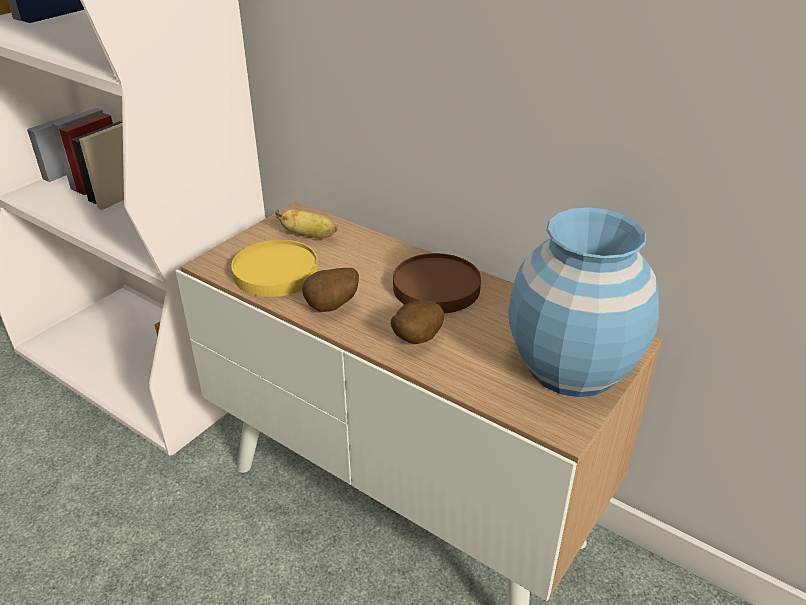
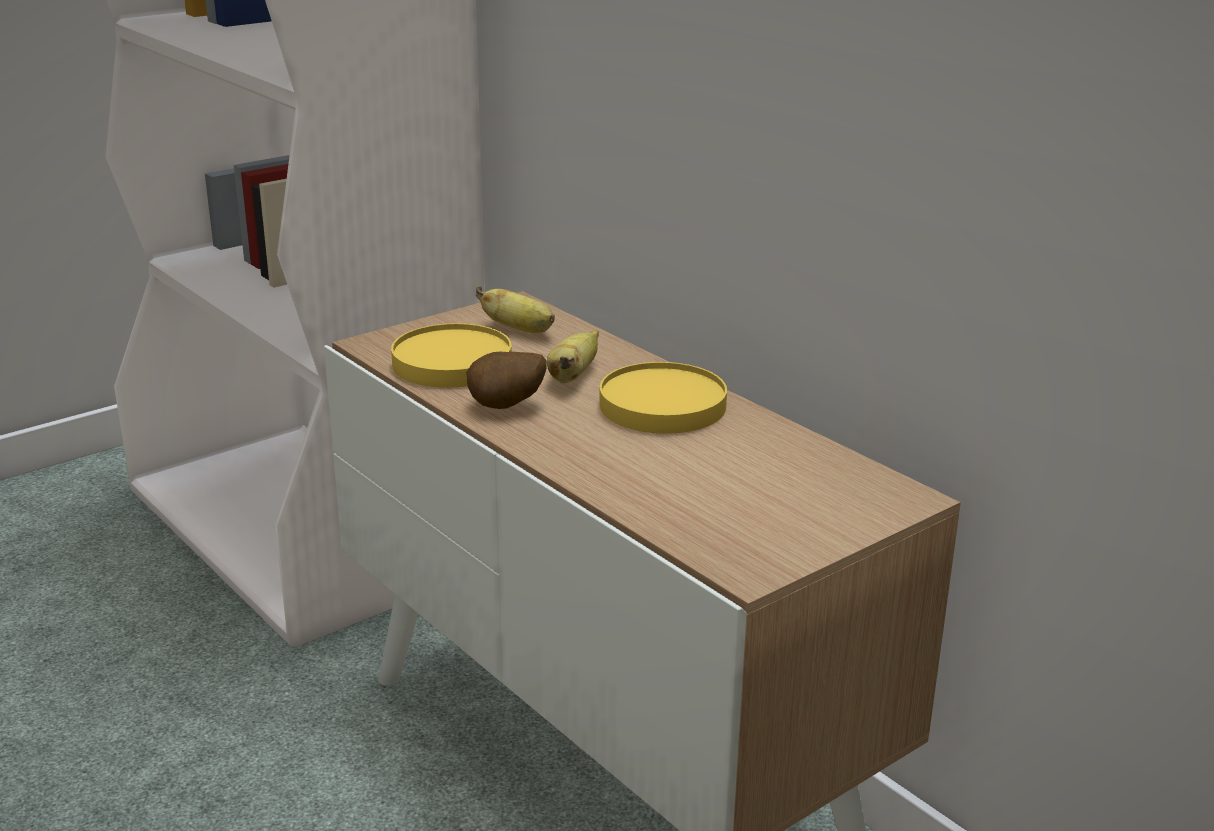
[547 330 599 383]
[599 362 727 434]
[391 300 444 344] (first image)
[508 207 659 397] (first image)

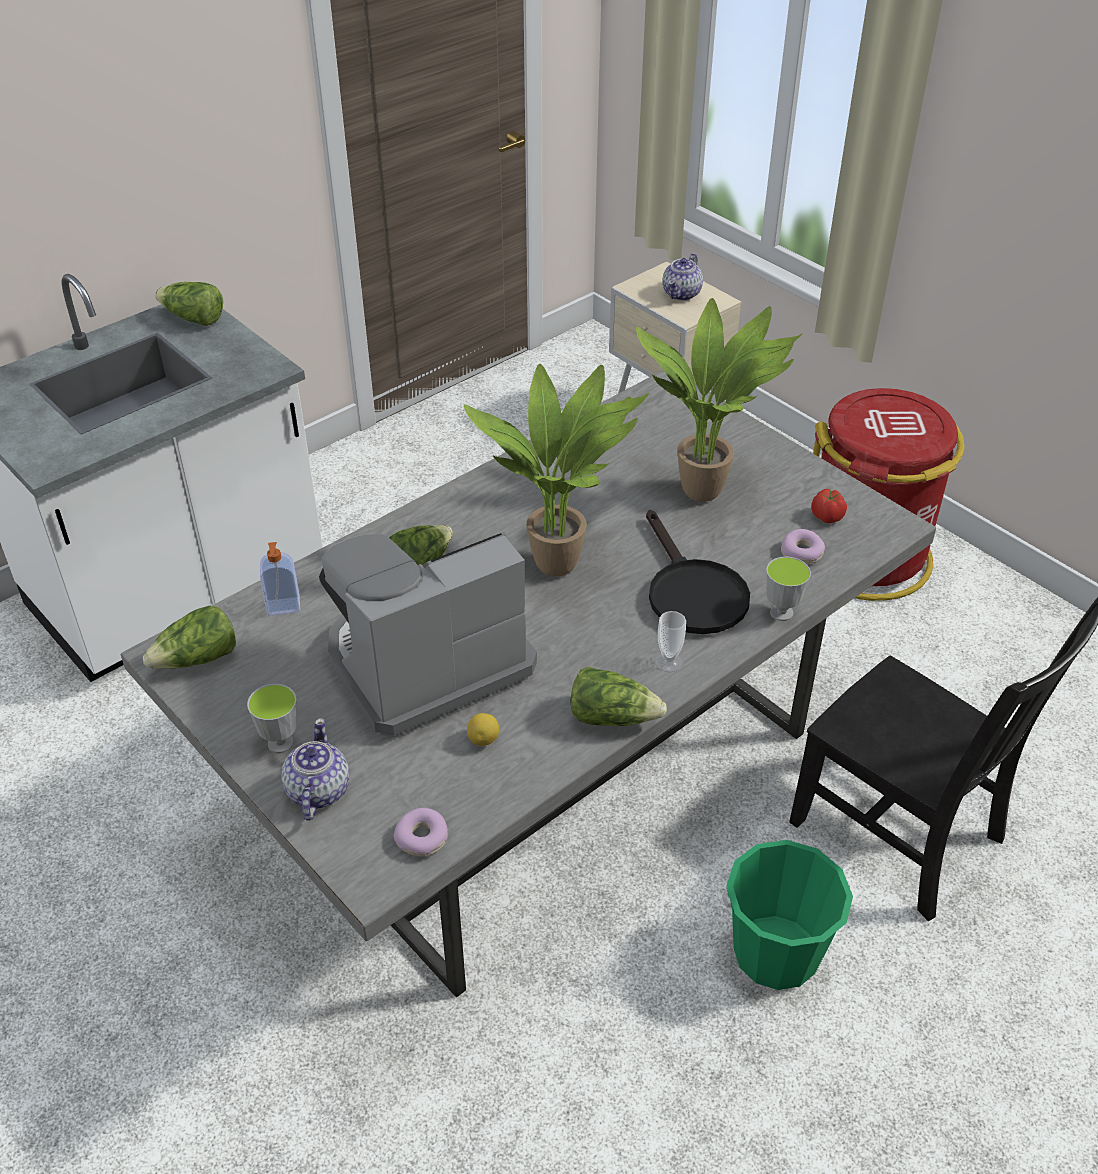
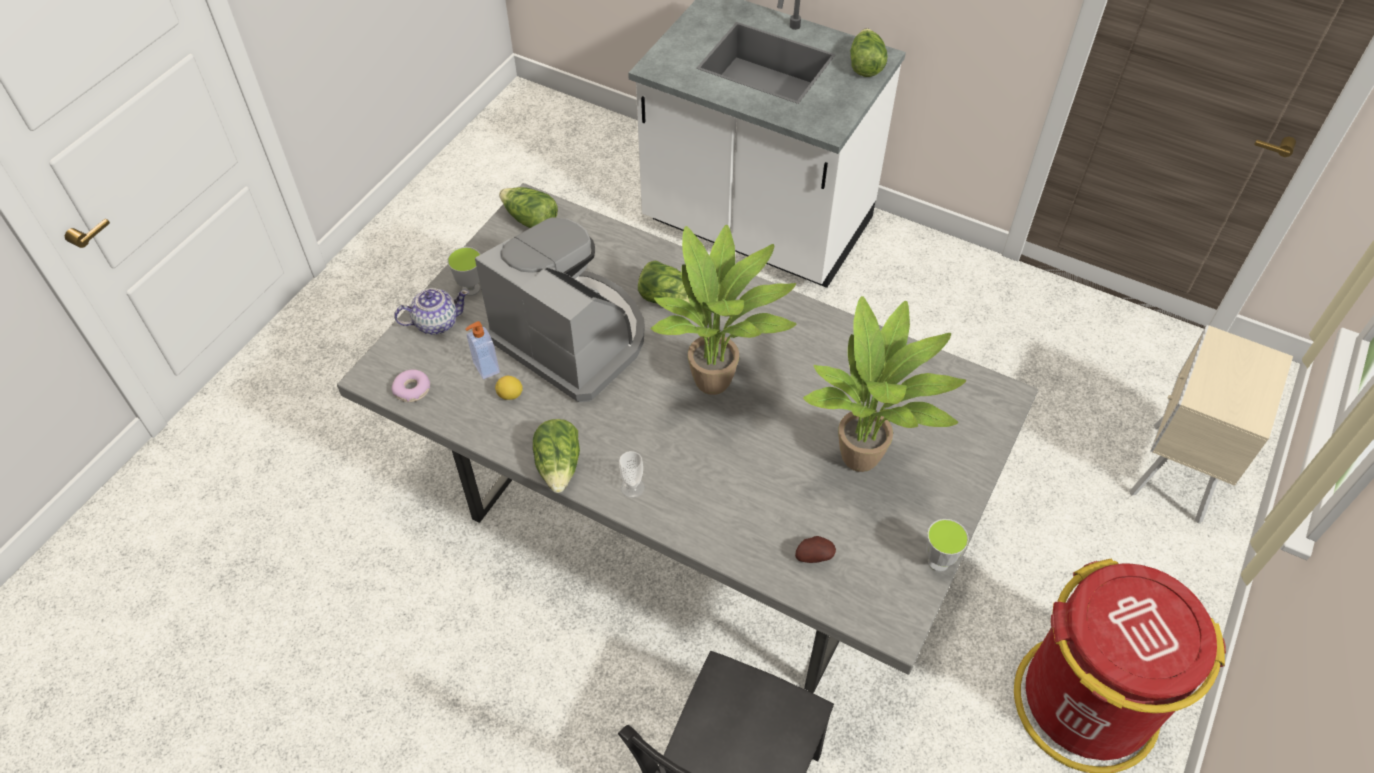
[466 321 500 380]
[795 536 836 563]
[926 519 969 572]
[646 510 750 634] (first image)
[662 253 703 301] (first image)
[722 840 853 990] (first image)
[811 489 847 523] (first image)

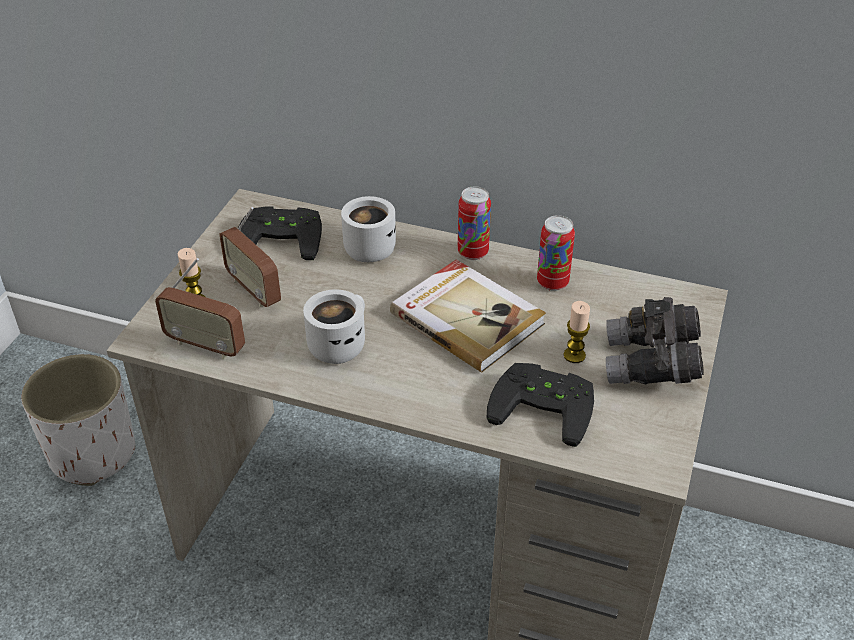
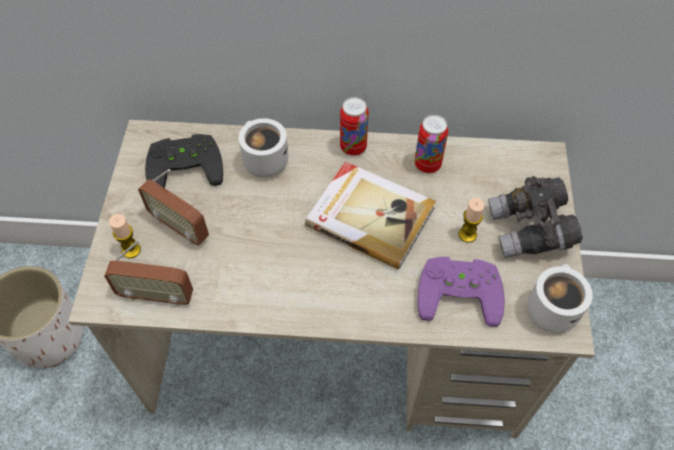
[418 257 504 327]
[528 264 593 333]

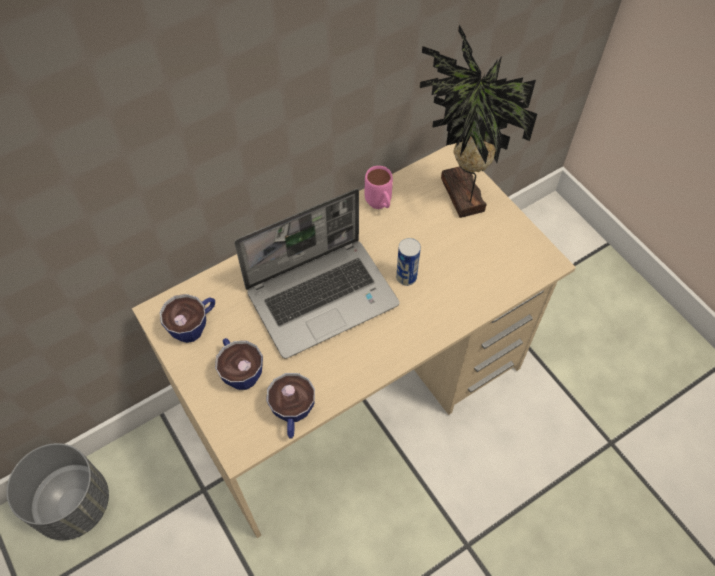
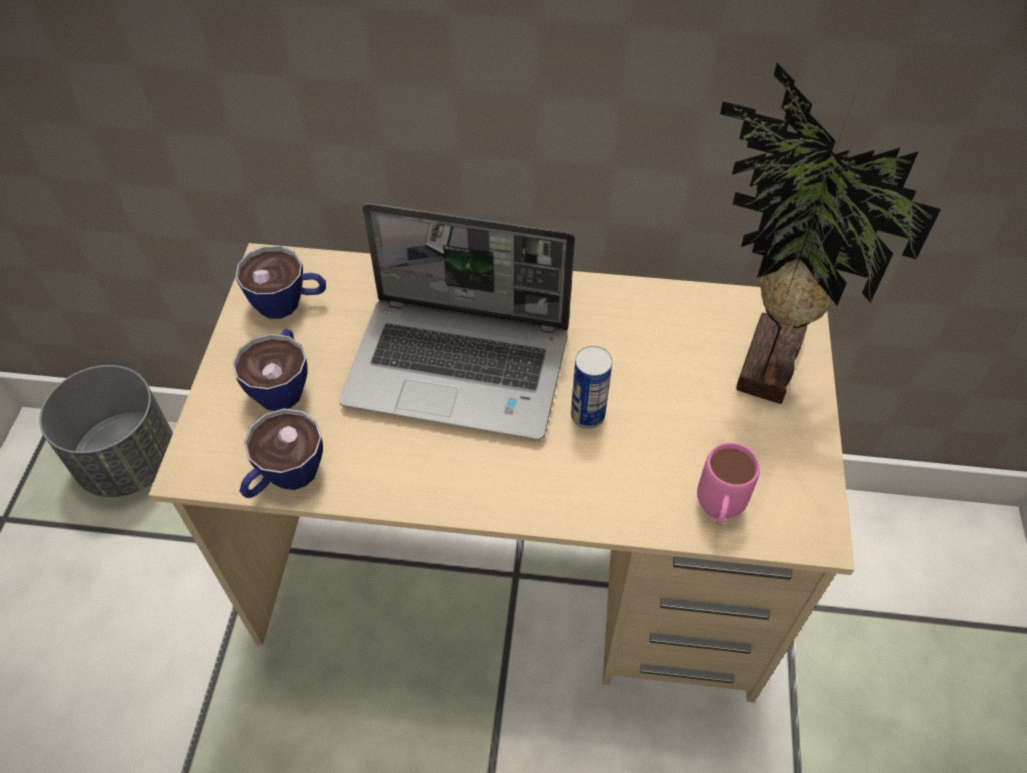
[697 443 760 526]

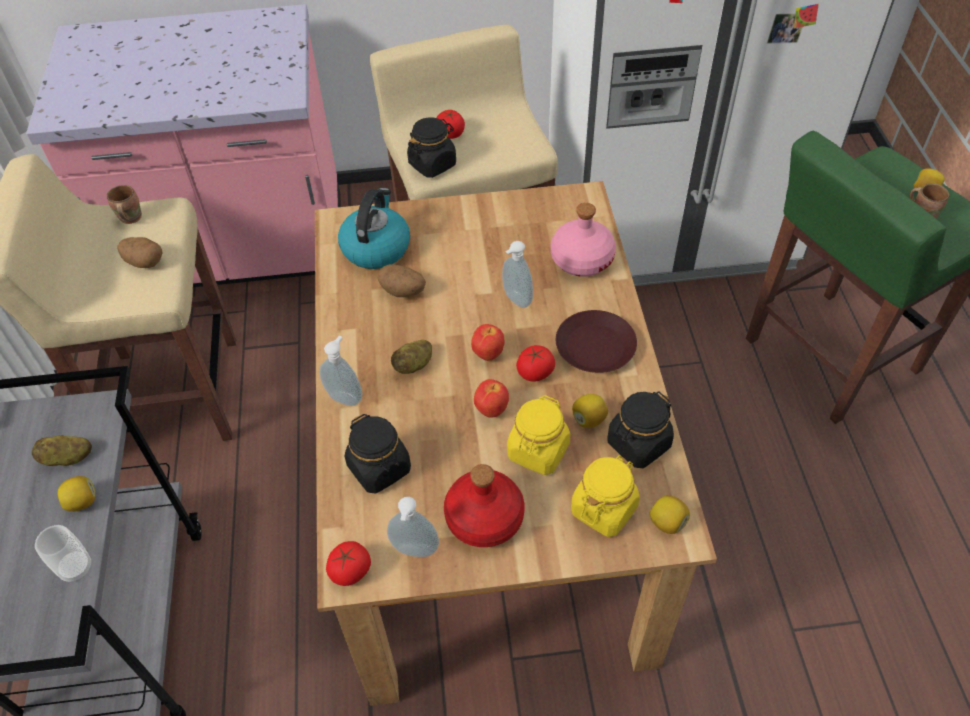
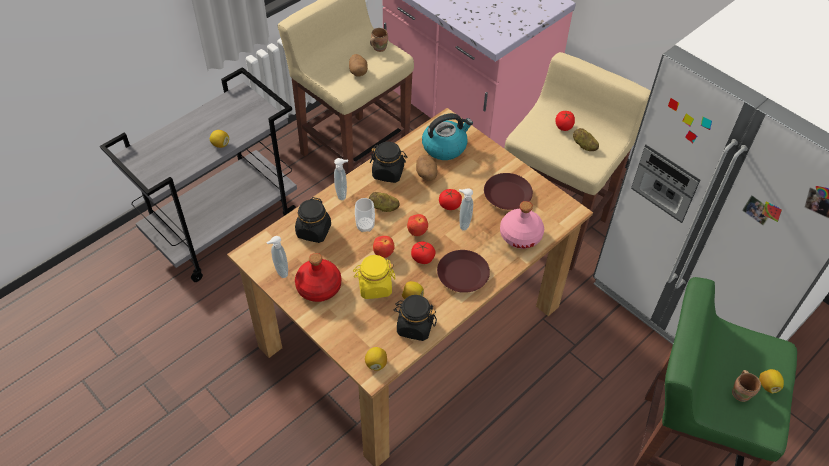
[355 198 375 232]
[370 142 407 183]
[439 189 462 210]
[484 173 533 210]
[573 128 599 151]
[571 455 640 537] (first image)

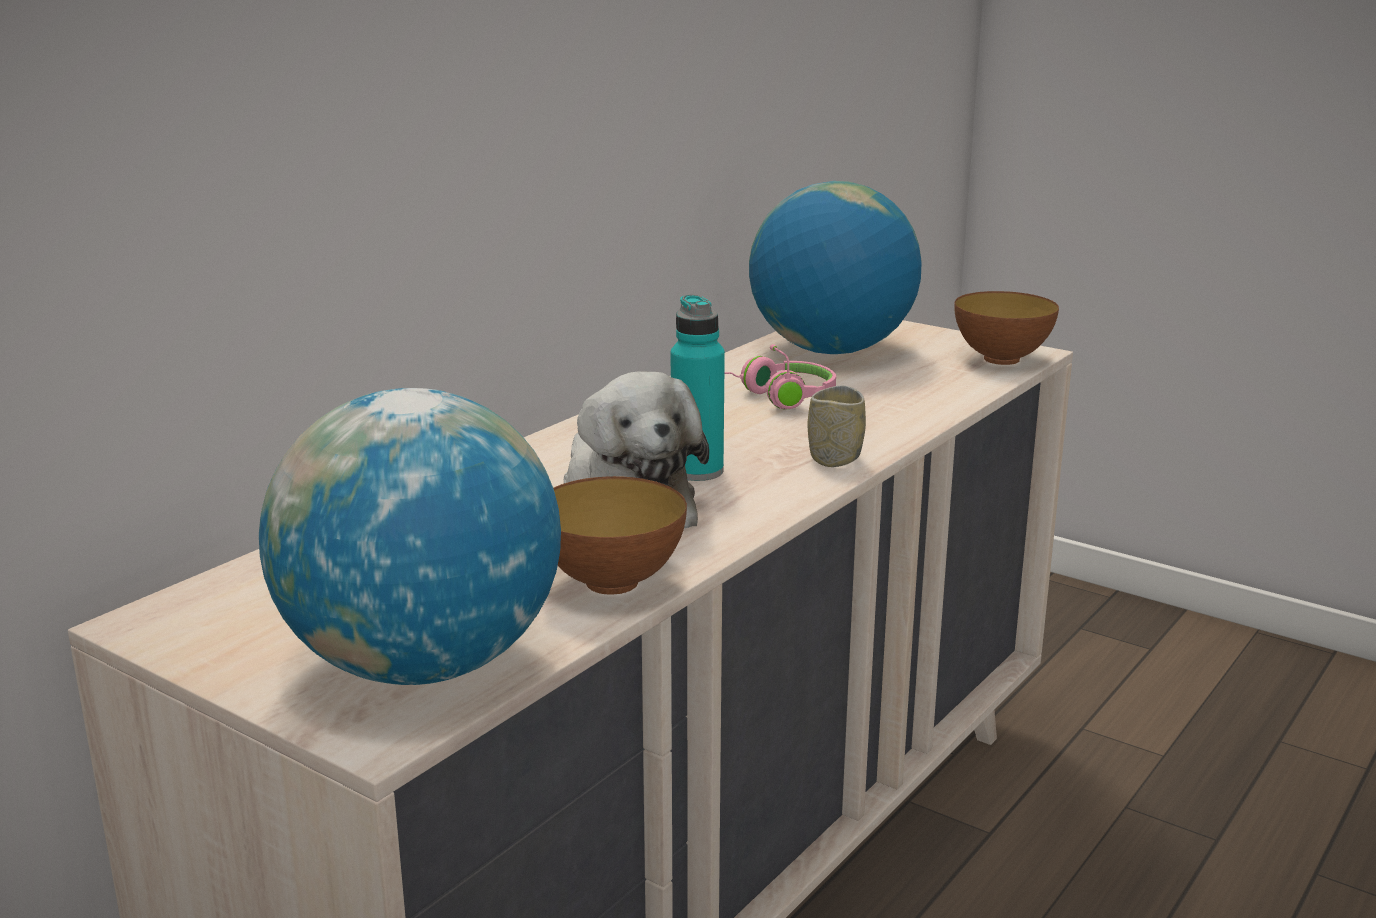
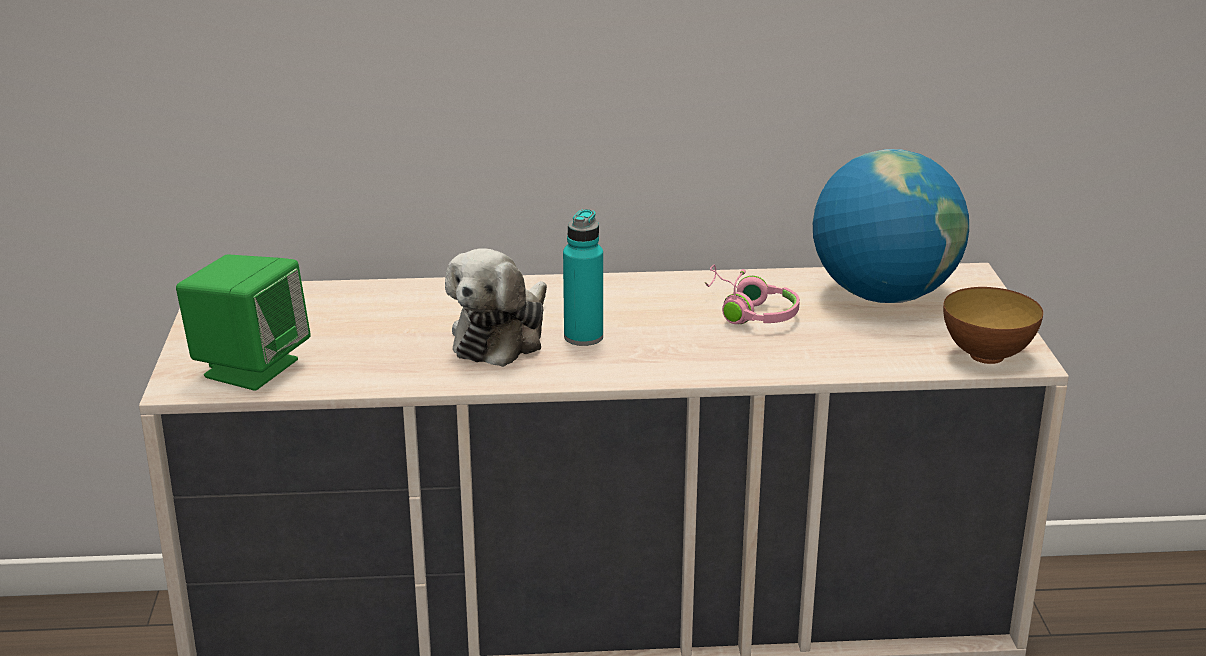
[176 255 311 391]
[553 476 687 594] (first image)
[808 386 866 467] (first image)

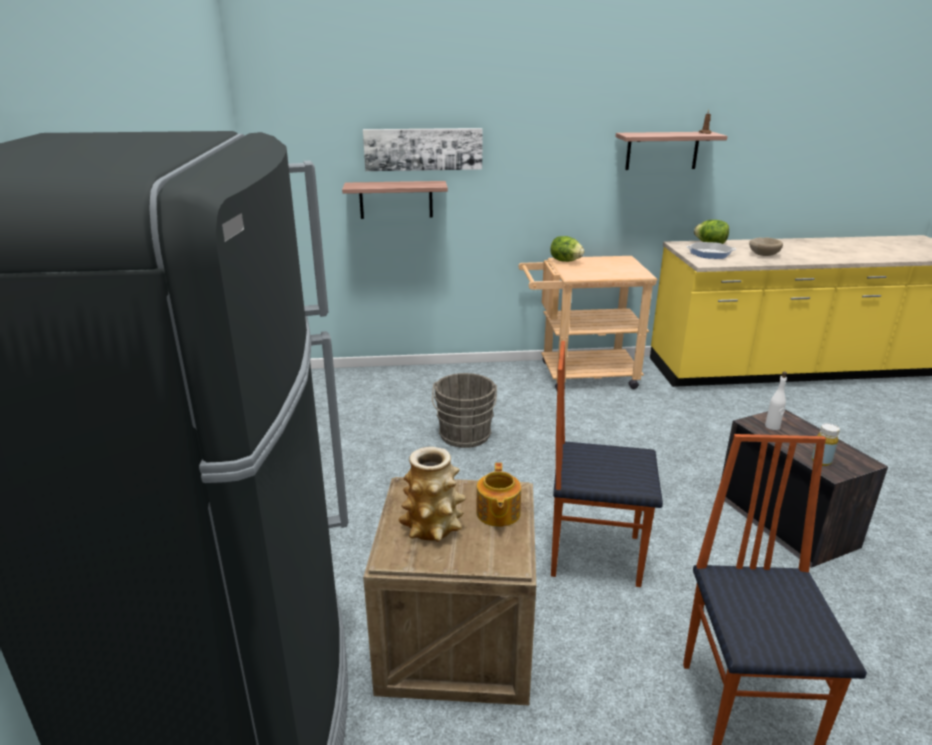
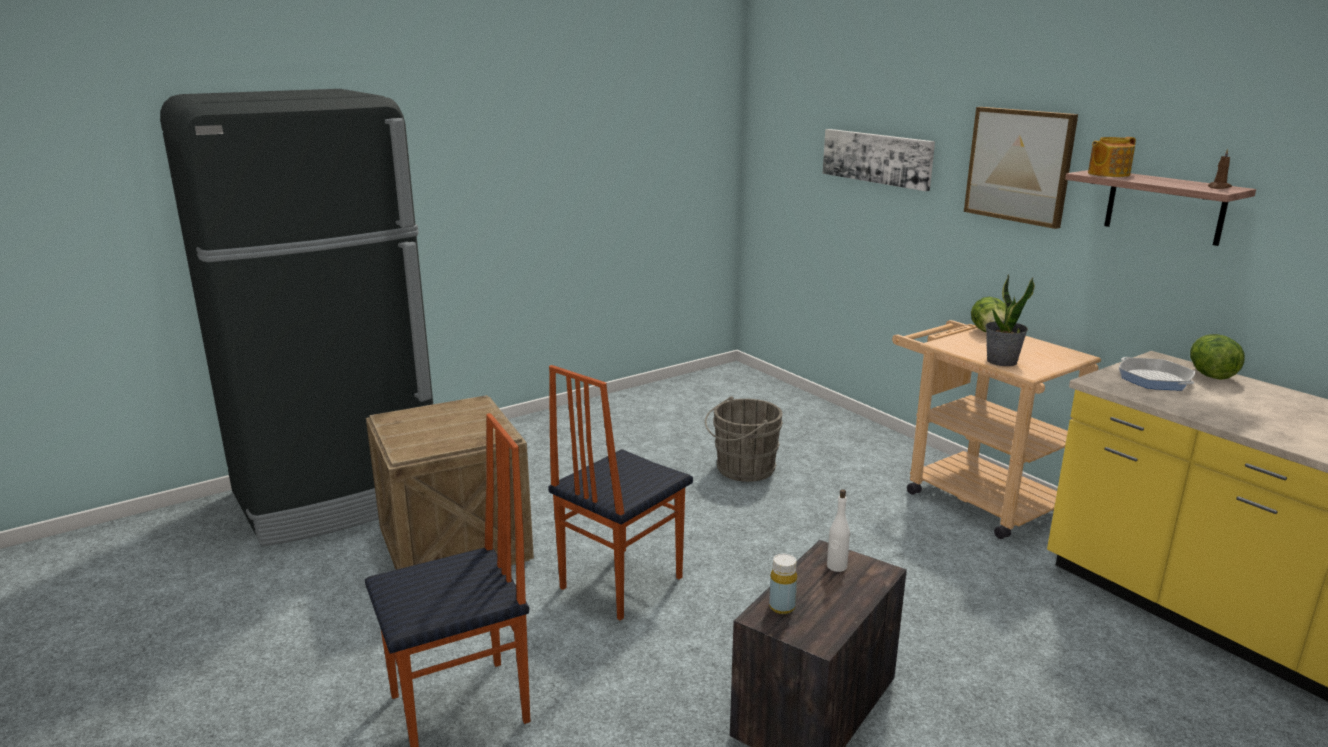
[548 365 693 621]
[964 107 1078 229]
[985 274 1035 366]
[1088 137 1136 177]
[342 181 448 219] (first image)
[399 447 466 542] (first image)
[749 238 783 256] (first image)

